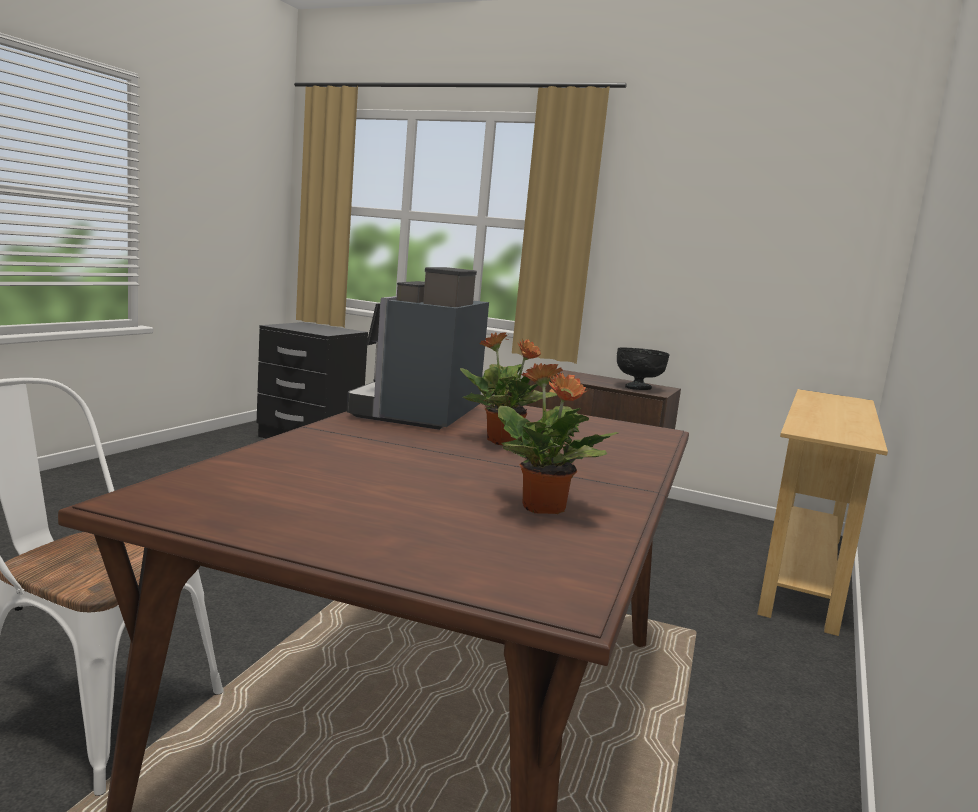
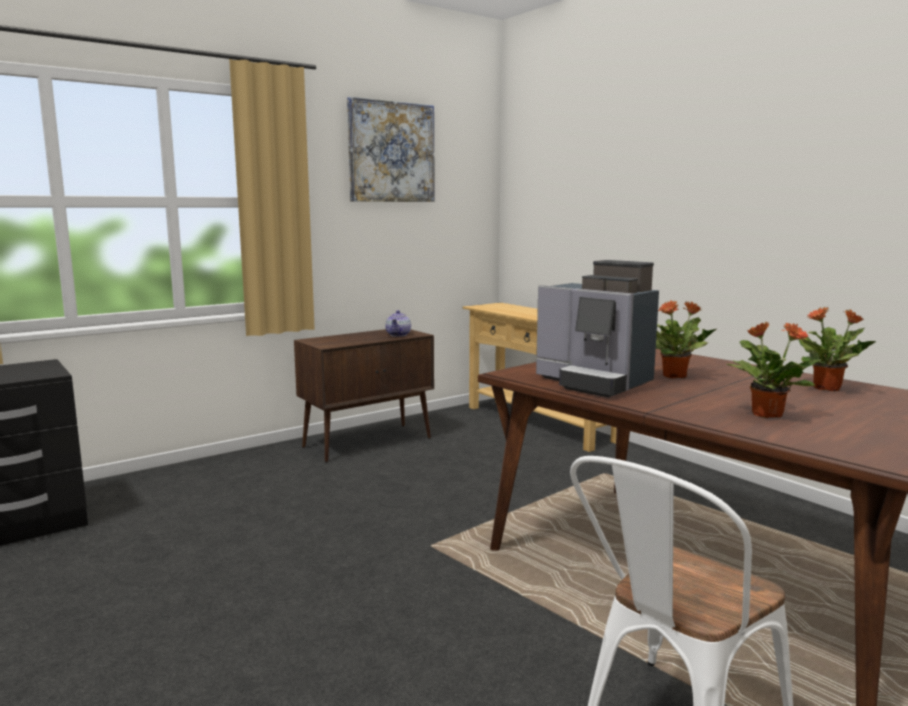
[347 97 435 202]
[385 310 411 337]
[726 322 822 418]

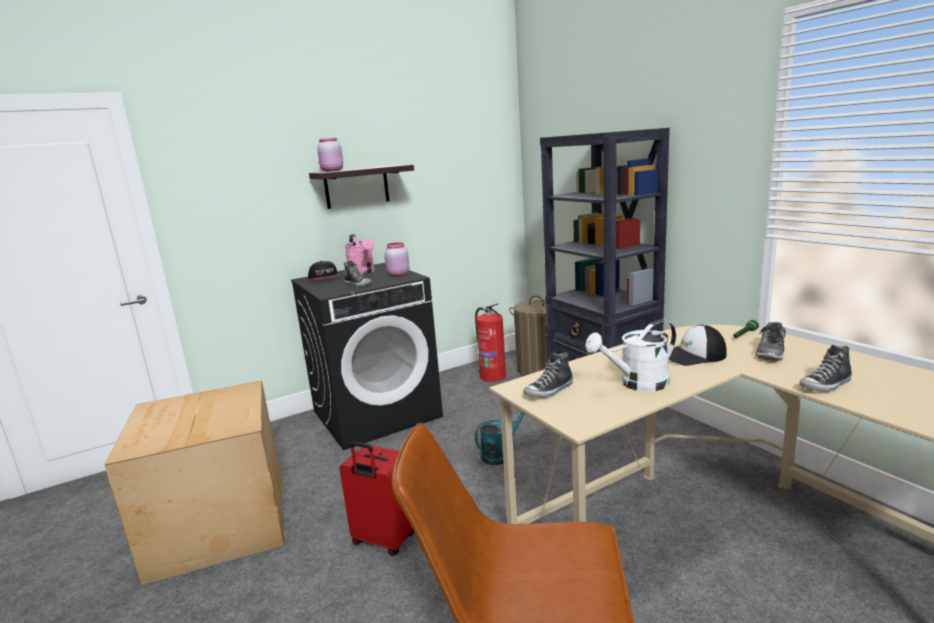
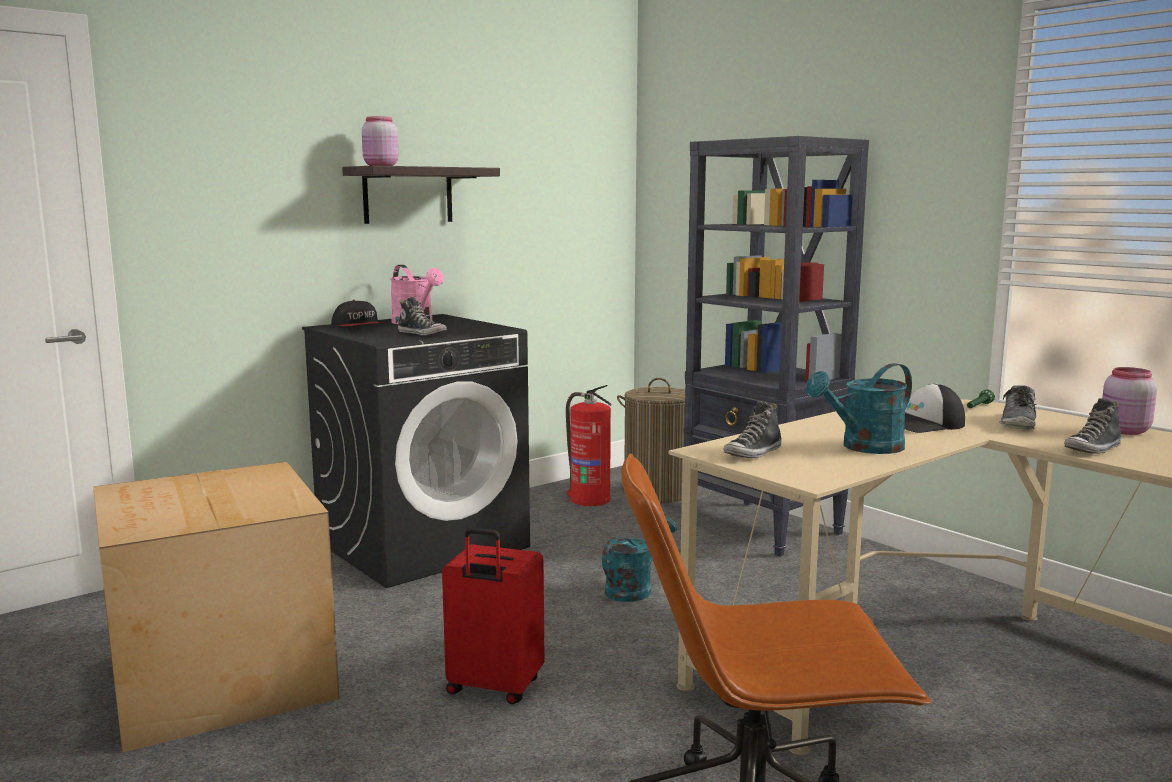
[806 363 912 454]
[1102 367 1157 435]

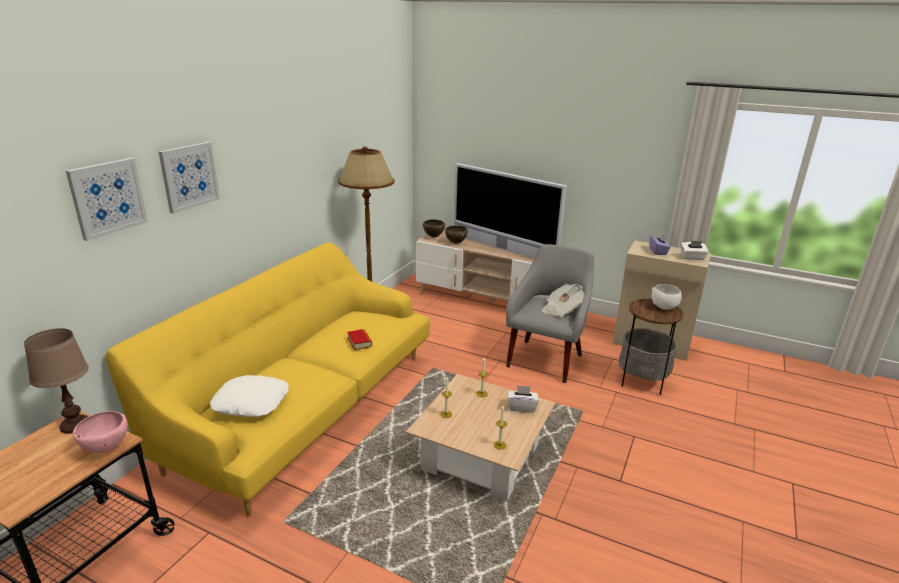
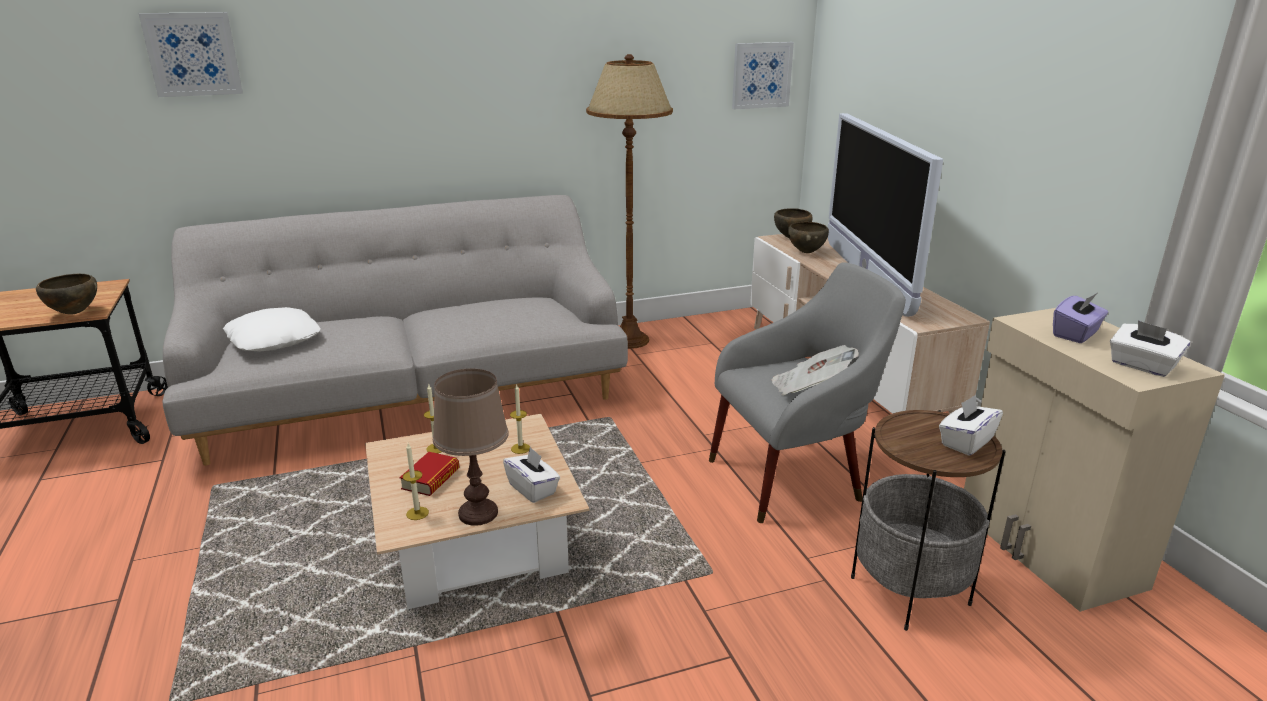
[36 274 97 315]
[163 195 628 466]
[400 452 460 496]
[433 368 509 526]
[732 42 794 109]
[939 395 1003 456]

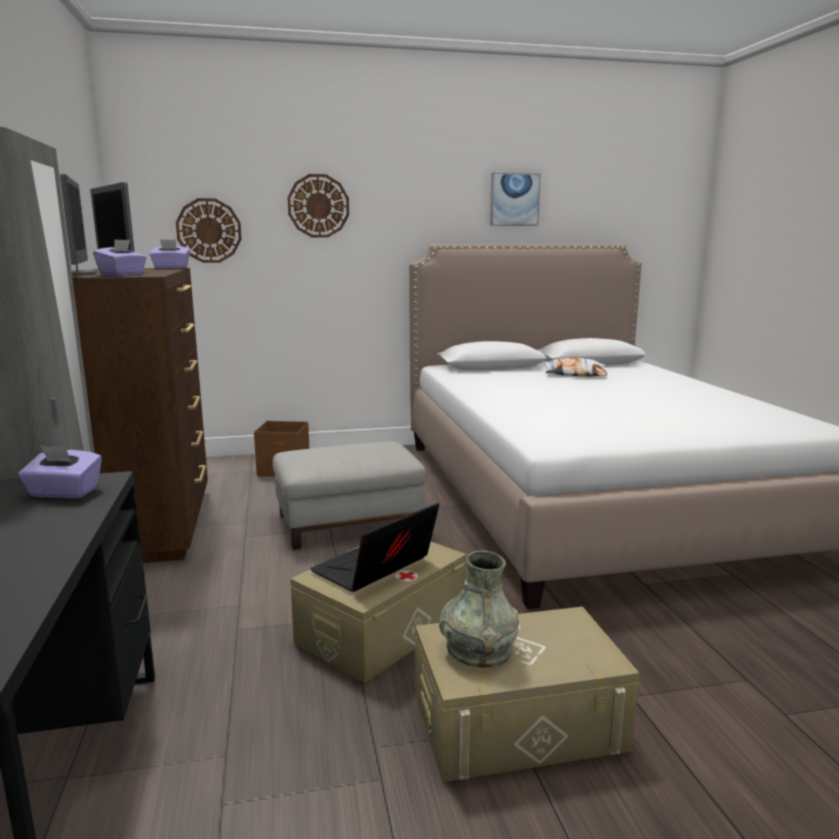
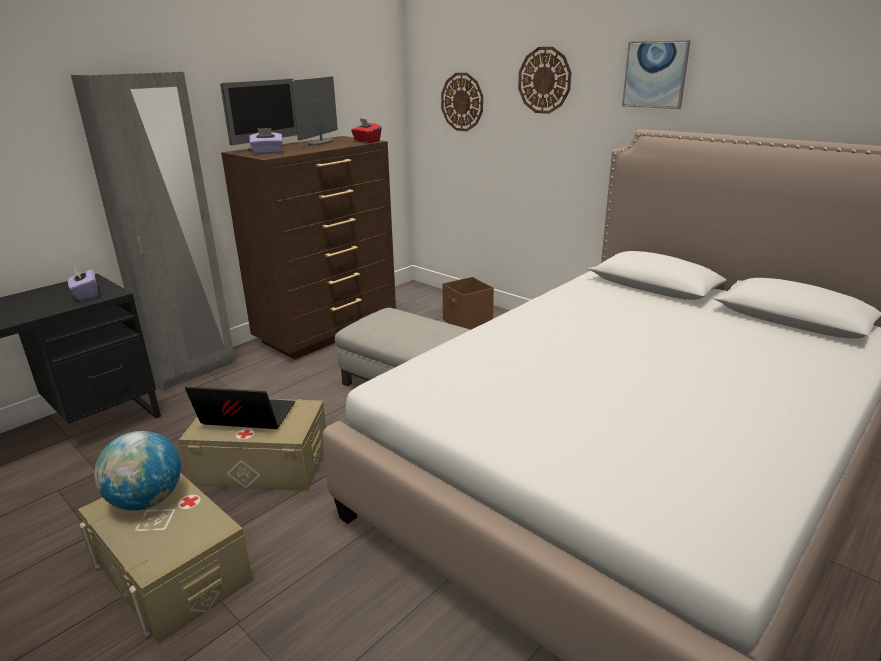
[94 431 181 510]
[351 119 382 143]
[622 40 691 109]
[544 358 608 377] (first image)

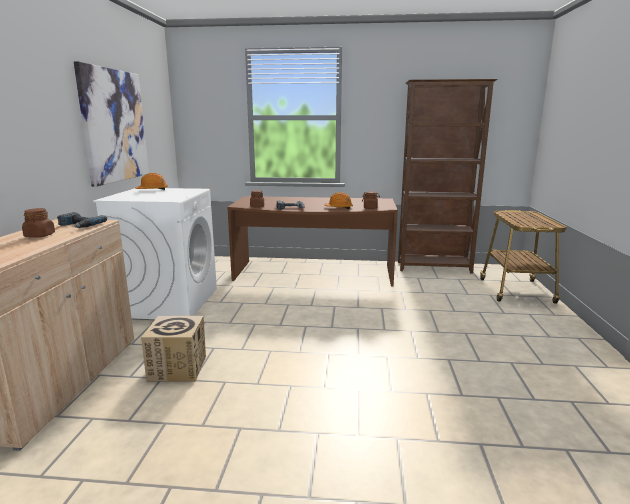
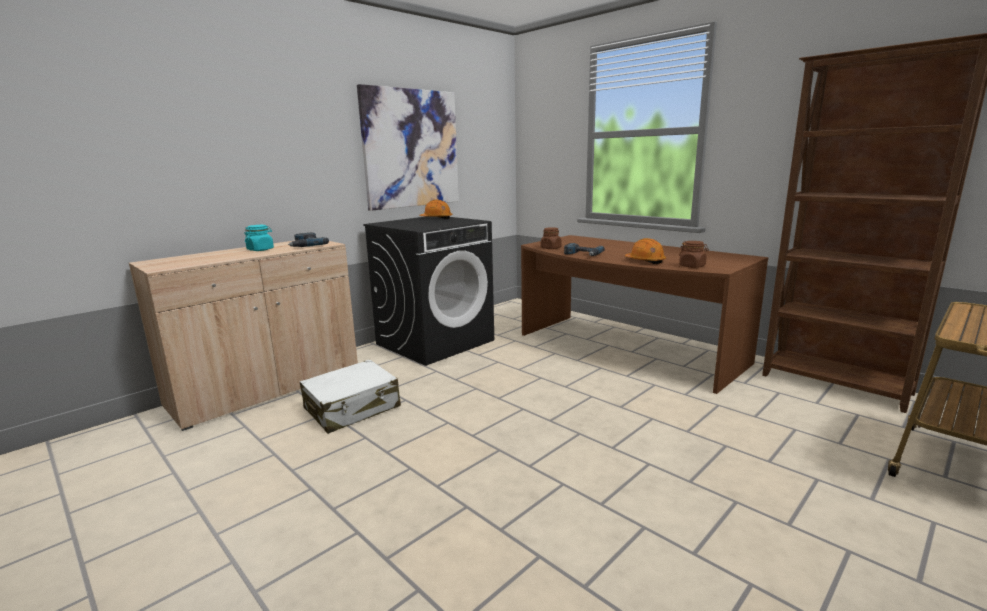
[244 225 274 251]
[300 360 401 434]
[363 216 494 366]

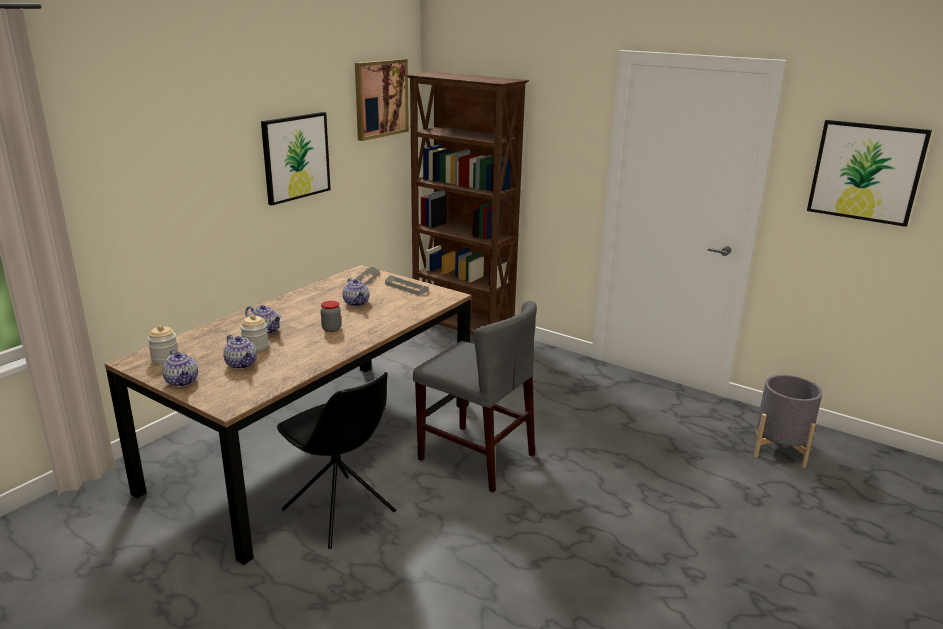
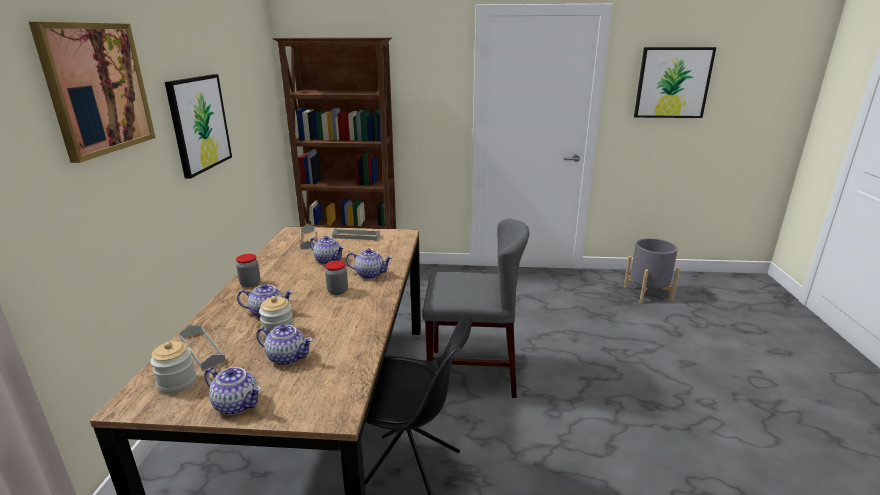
[29 22 156 163]
[179 325 226 371]
[236 254 260 287]
[346 248 393 279]

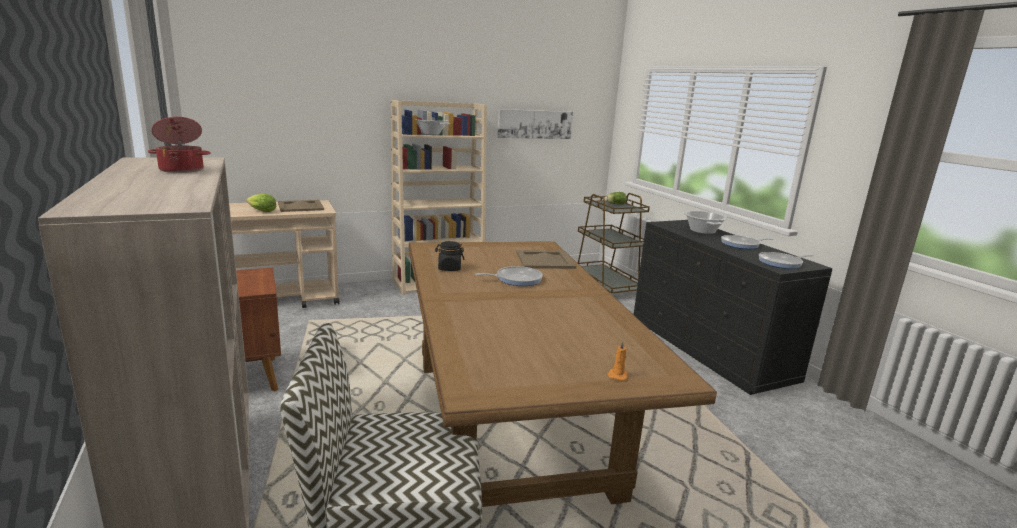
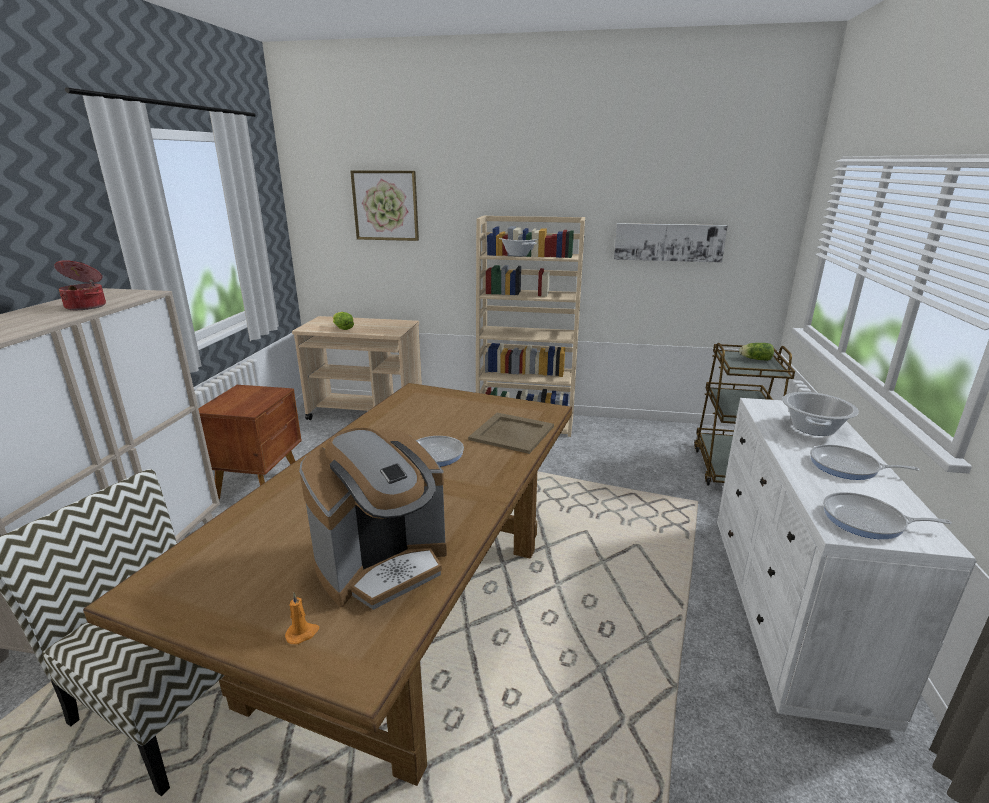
[299 428 447 610]
[350 170 419 241]
[717 398 977 732]
[278 200 324 212] (first image)
[435 241 464 271] (first image)

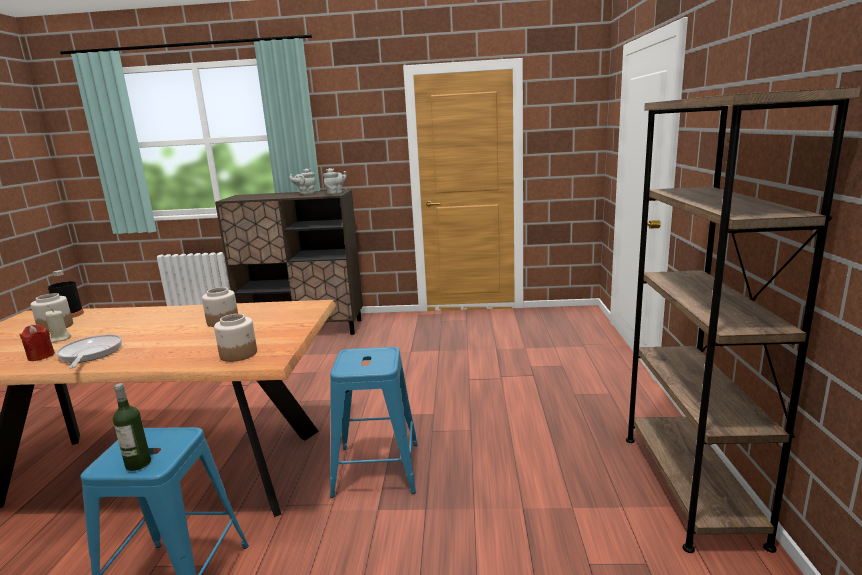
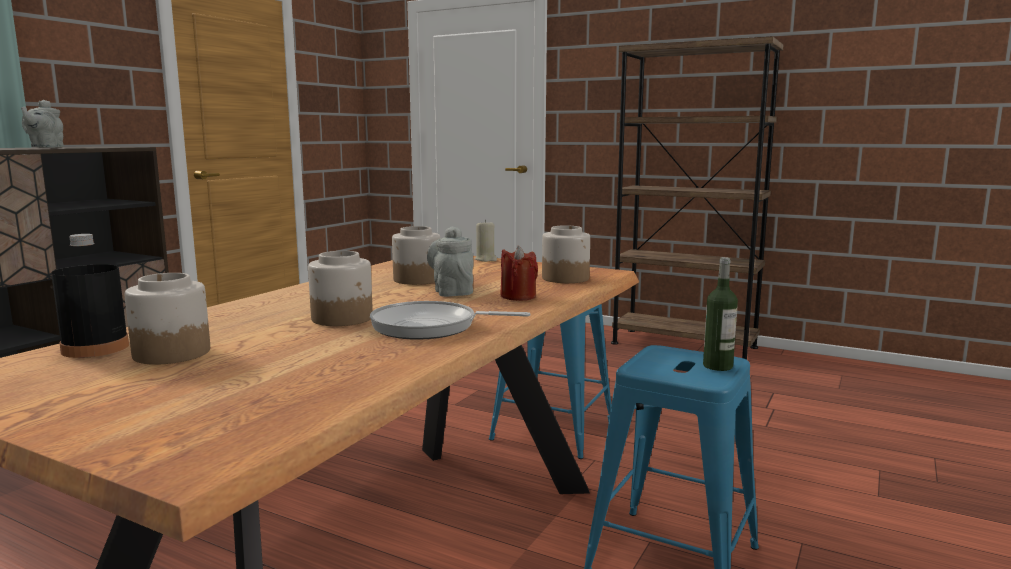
[308 251 373 326]
[427 226 474 297]
[475 220 497 262]
[500 246 538 301]

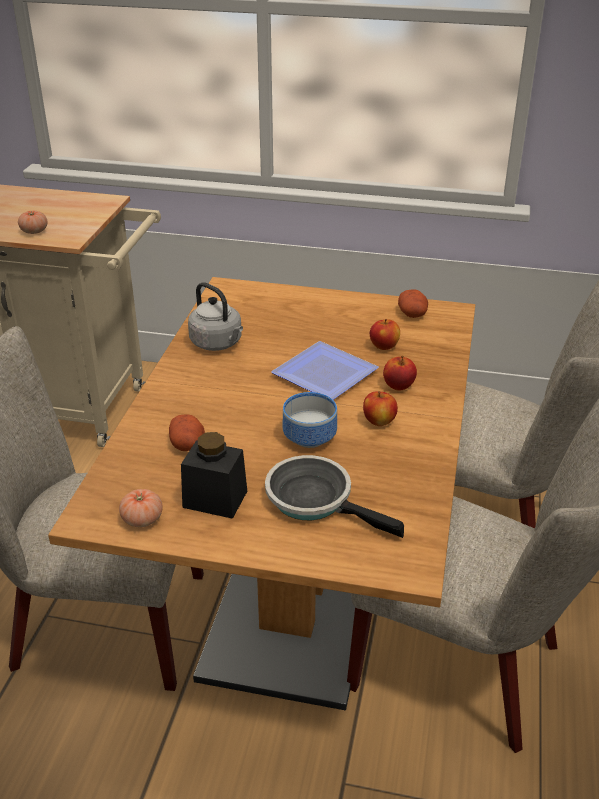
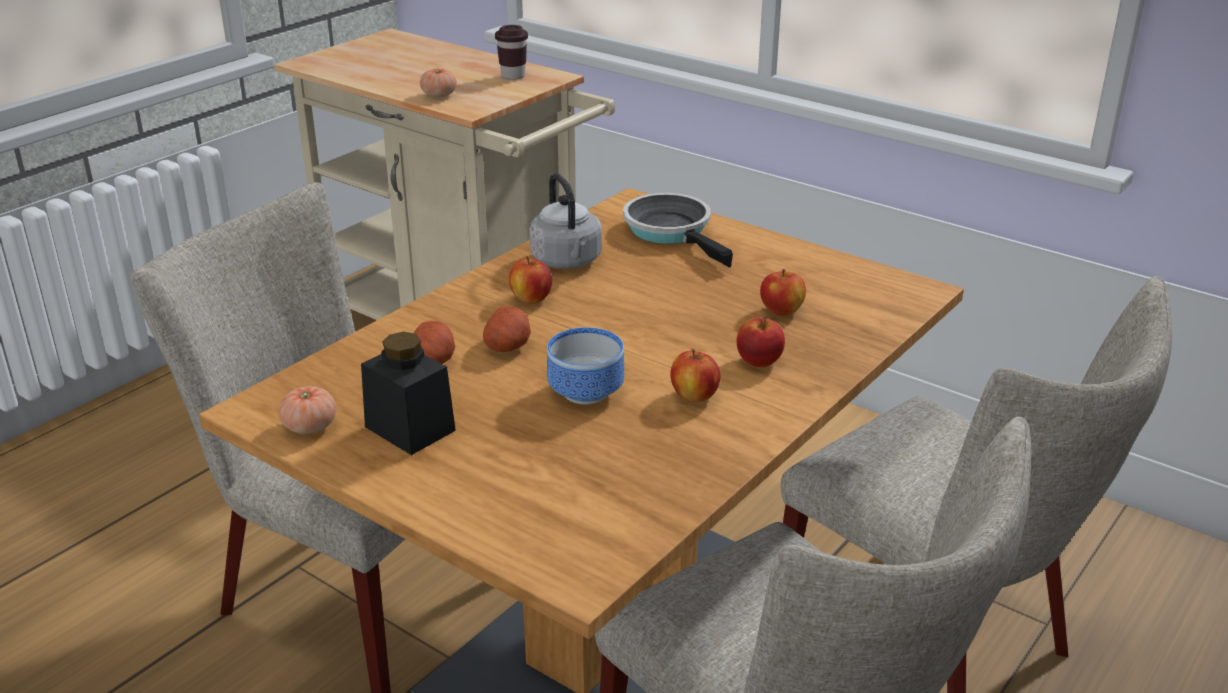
[483 306 531 352]
[495 25 528 80]
[509 256 552 303]
[623 193 733 267]
[271 341 379 400] (first image)

